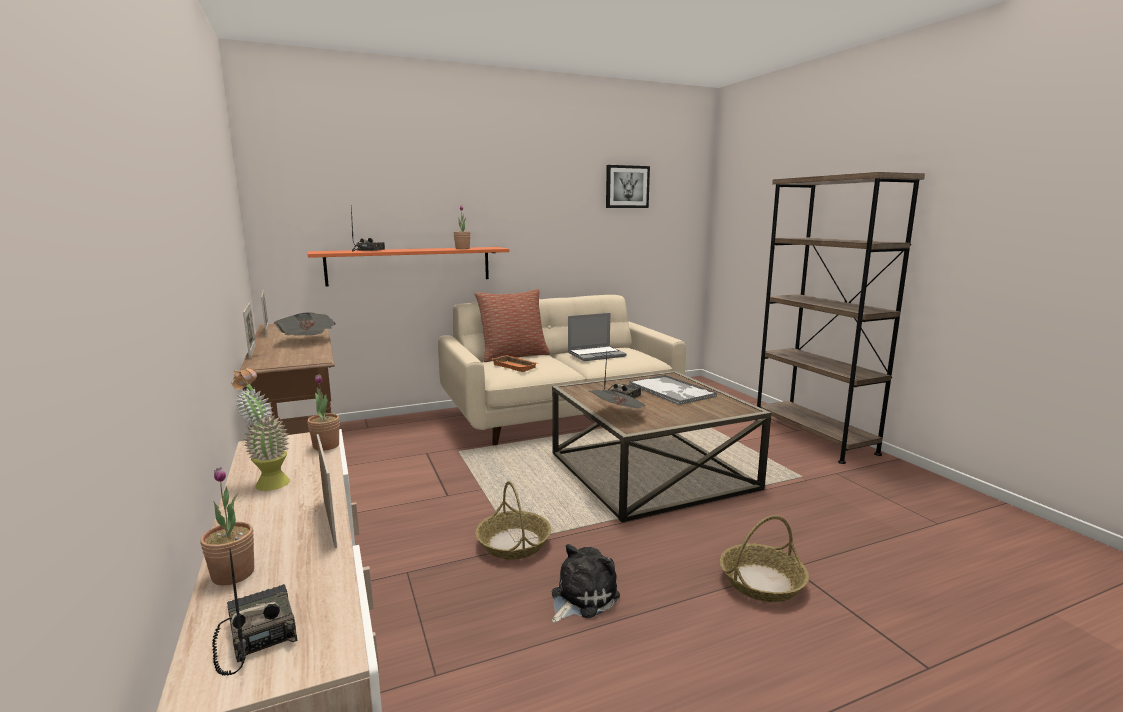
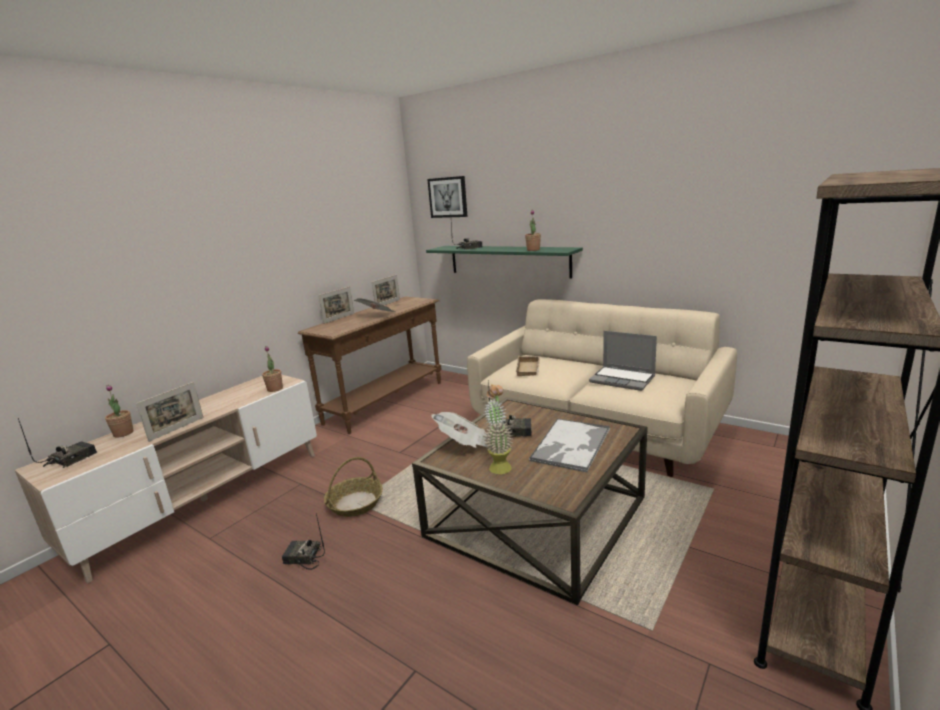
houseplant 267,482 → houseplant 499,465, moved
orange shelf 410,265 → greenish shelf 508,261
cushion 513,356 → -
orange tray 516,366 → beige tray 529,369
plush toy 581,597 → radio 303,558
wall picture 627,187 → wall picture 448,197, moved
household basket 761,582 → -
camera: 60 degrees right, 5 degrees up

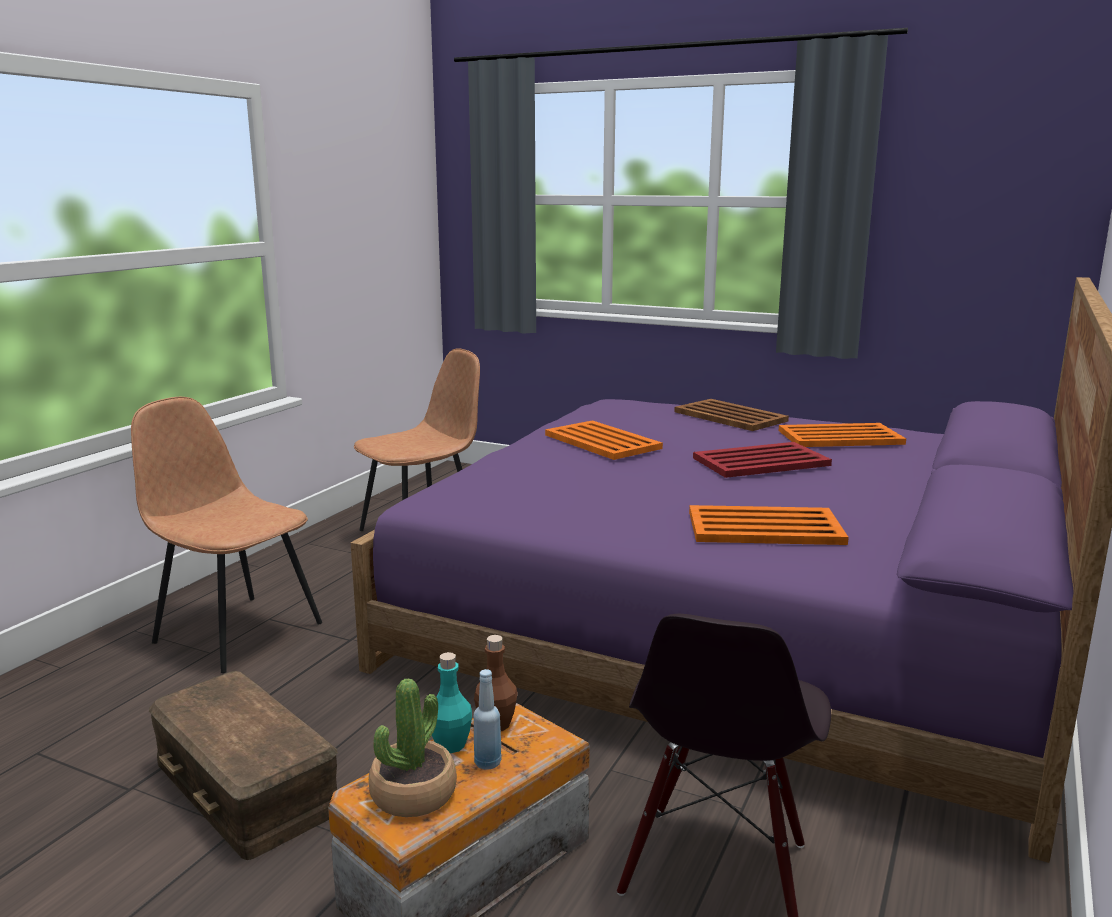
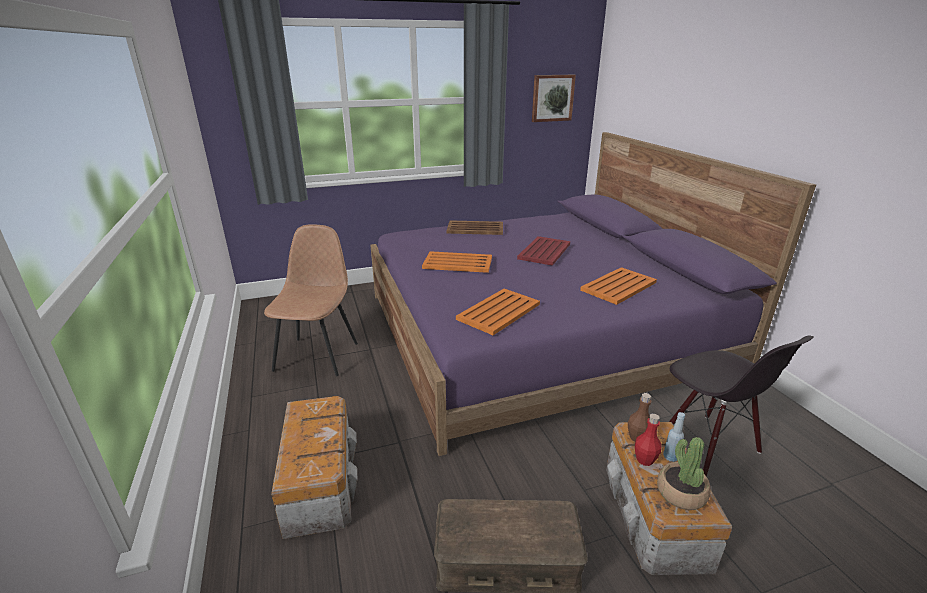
brownish chair 236,631 → storage bin 320,480
turquoise drink bottle 451,745 → red-coloured drink bottle 644,460
orange tray 841,437 → orange tray 499,311, moved
- → wall picture 552,98
camera: 45 degrees left, 10 degrees up

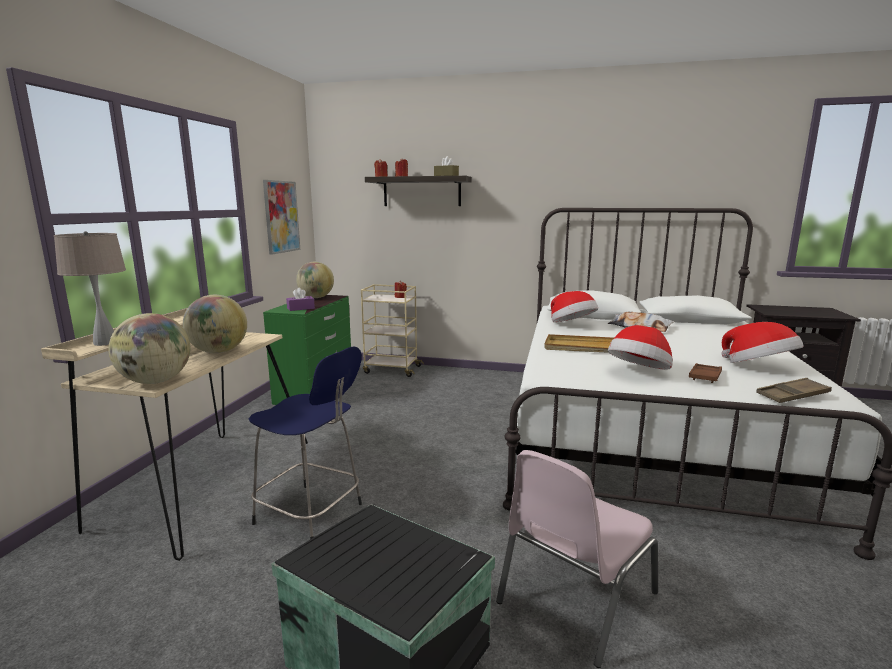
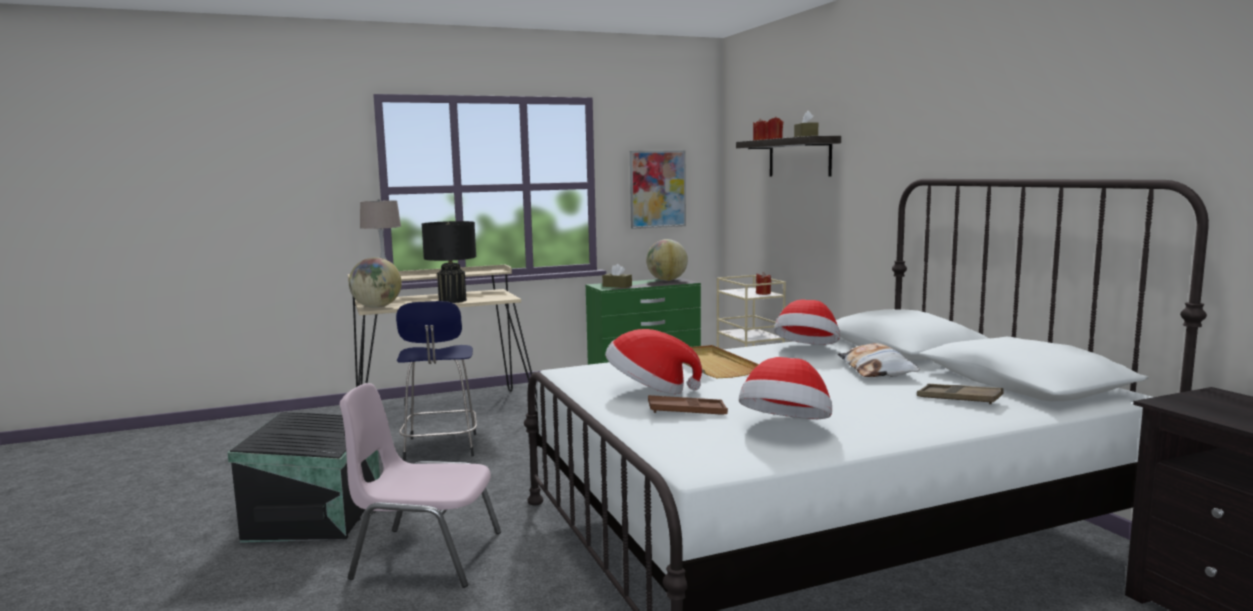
desk globe 218,352 → blackish lamp for a table 452,300
purple-coloured tissue holder 300,308 → brownish tissue holder 617,286
brownish tray 792,395 → brownish tray 959,399, moved
camera: 55 degrees right, 5 degrees down

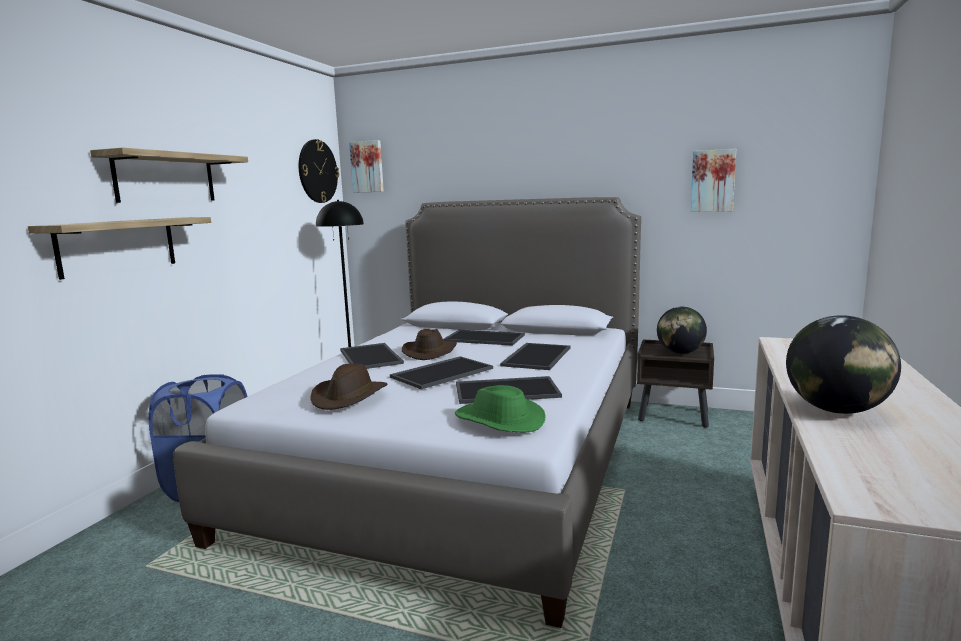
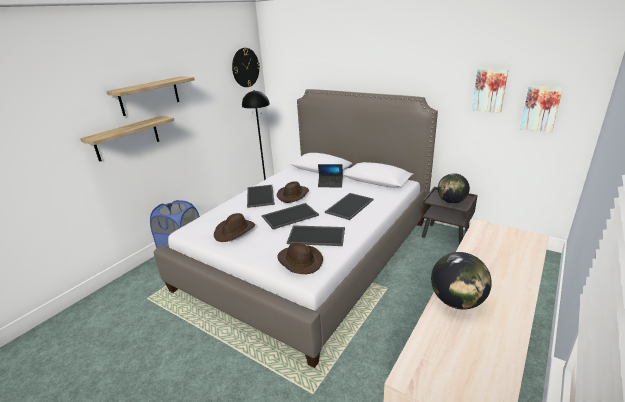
wall picture 367,167 → wall picture 540,108, moved
tray 485,338 → notebook computer 330,184
greenish hat 499,420 → brownish hat 299,261
camera: 15 degrees right, 15 degrees up

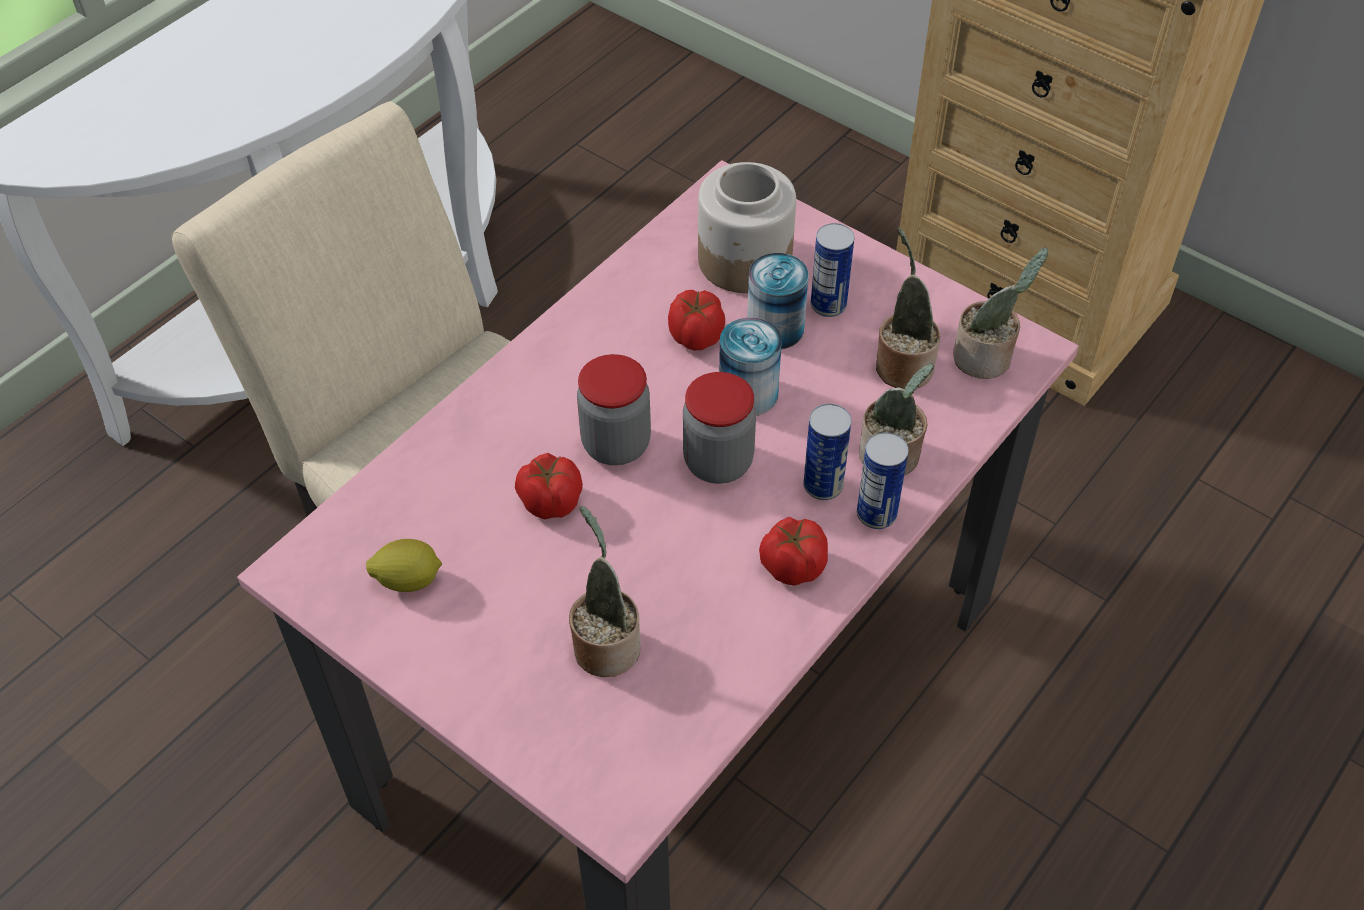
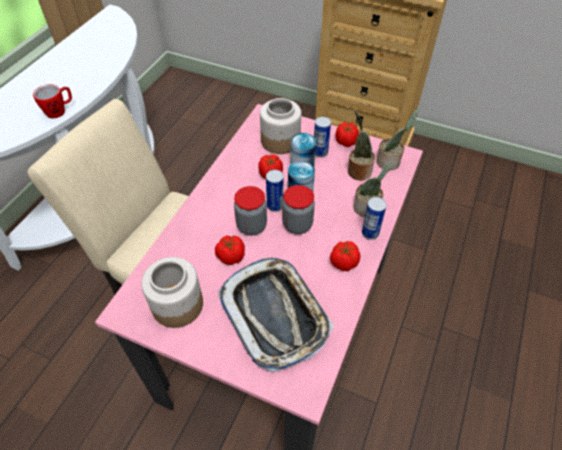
citrus fruit 408,580 → preserve jar 177,305
houseplant 605,644 → tray 275,315
can 823,486 → can 275,206, moved
- → mug 60,111
- → tomato 346,142
camera: 15 degrees left, 0 degrees up

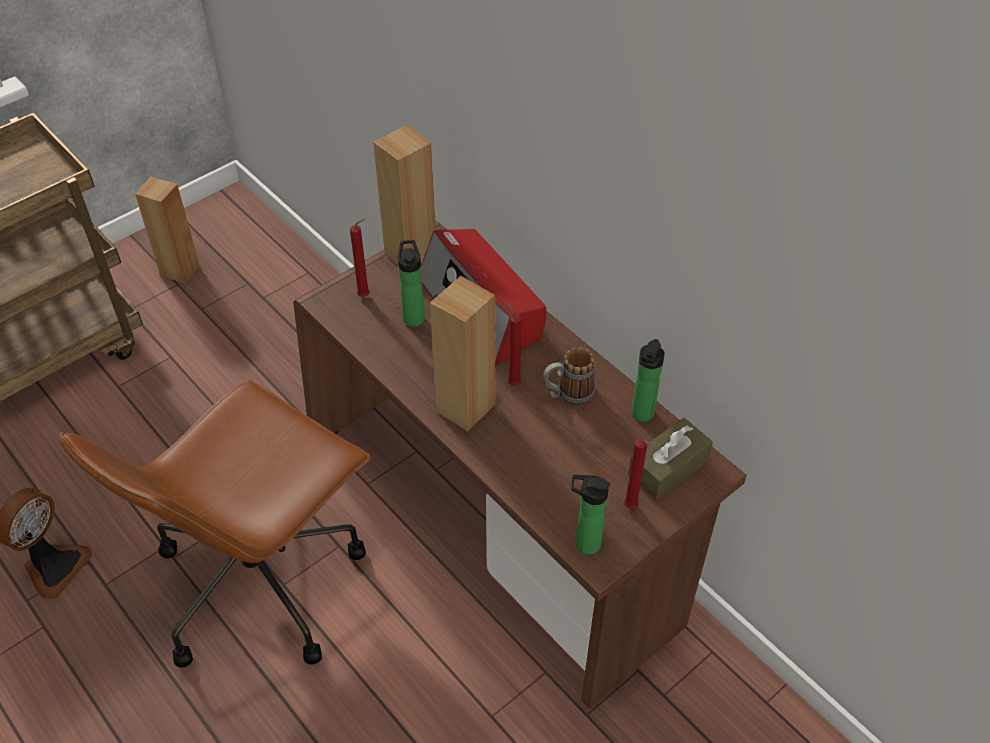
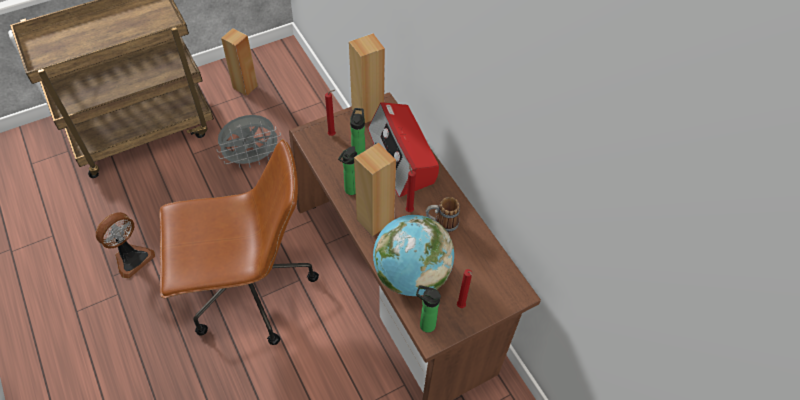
brownish computer chair 261,579 → brownish computer chair 248,291, 150 degrees counterclockwise
brownish tissue holder 668,468 → -
drink bottle 641,416 → drink bottle 350,191, moved
- → grey cooling fan 253,159
- → desk globe 411,275
camera: 10 degrees right, 5 degrees up

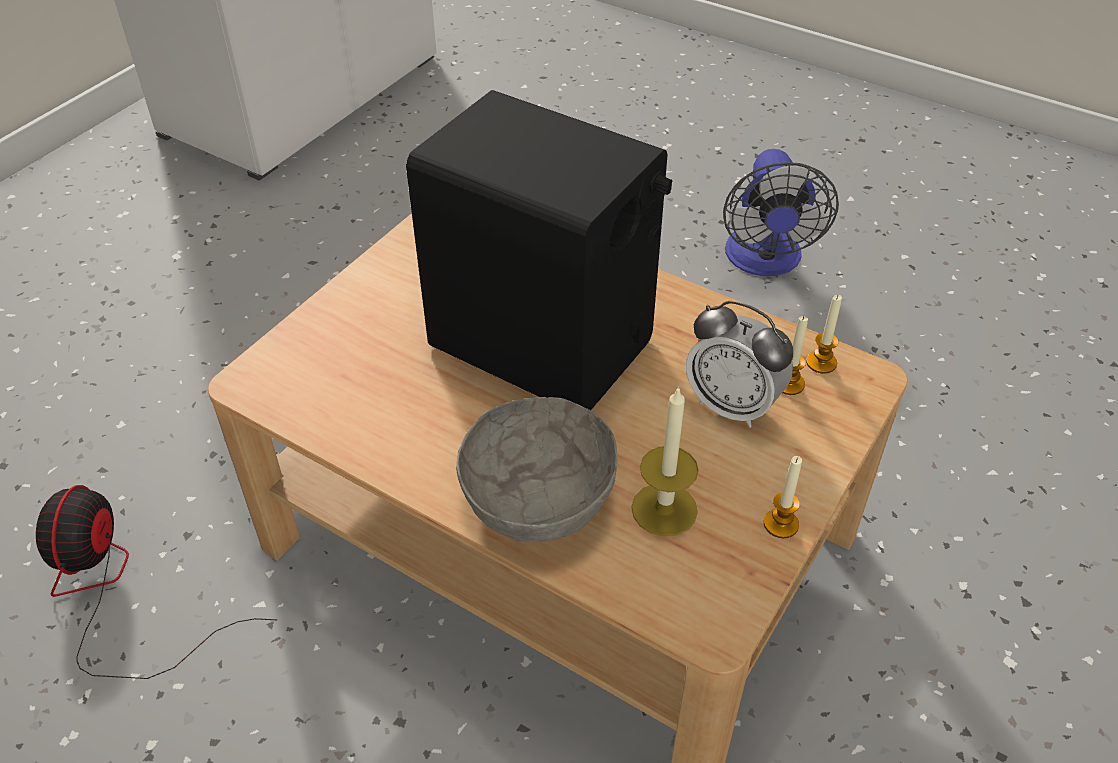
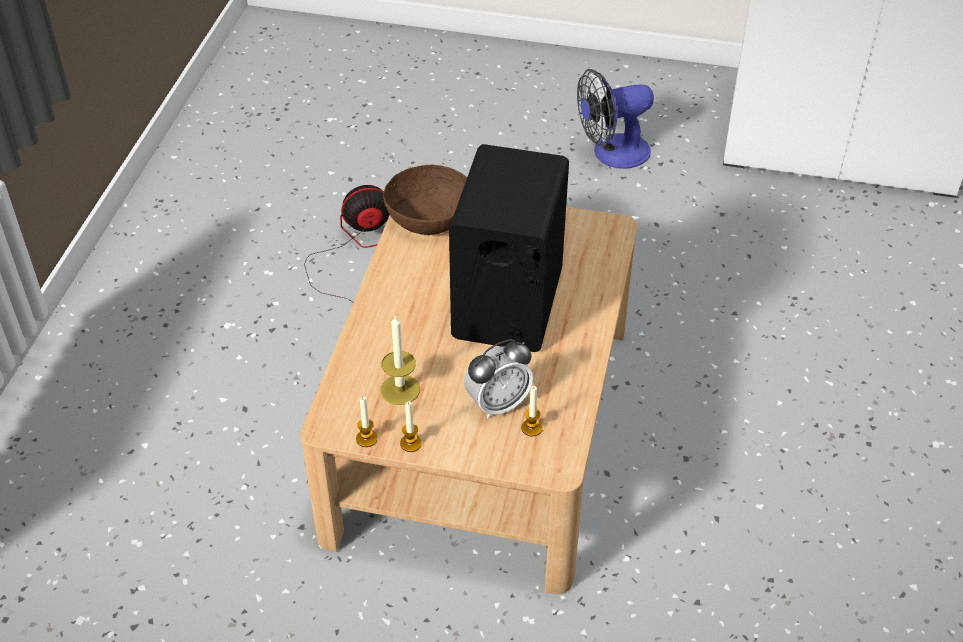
grey deep dish 538,497 → -
table clock 732,405 → table clock 498,404, 135 degrees counterclockwise
cooling fan 764,261 → cooling fan 611,153, moved
candle 821,363 → candle 366,439, moved
- → brownish deep dish 429,218
camera: 70 degrees right, 0 degrees up

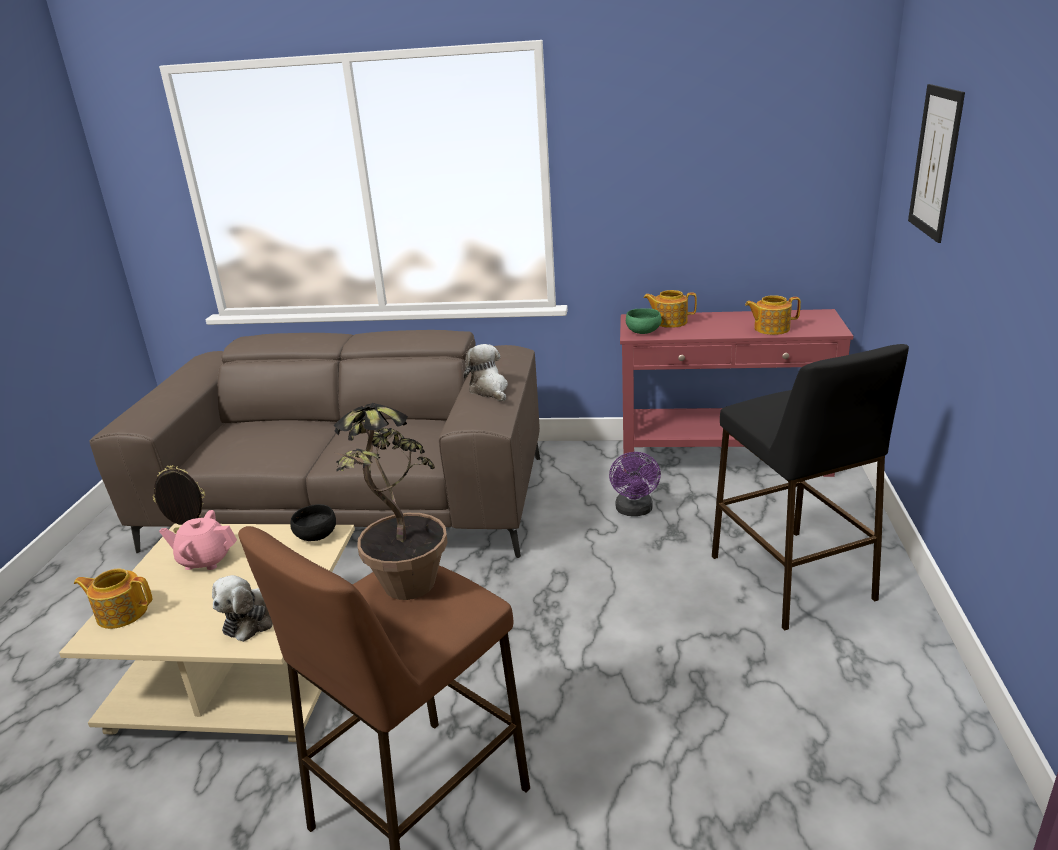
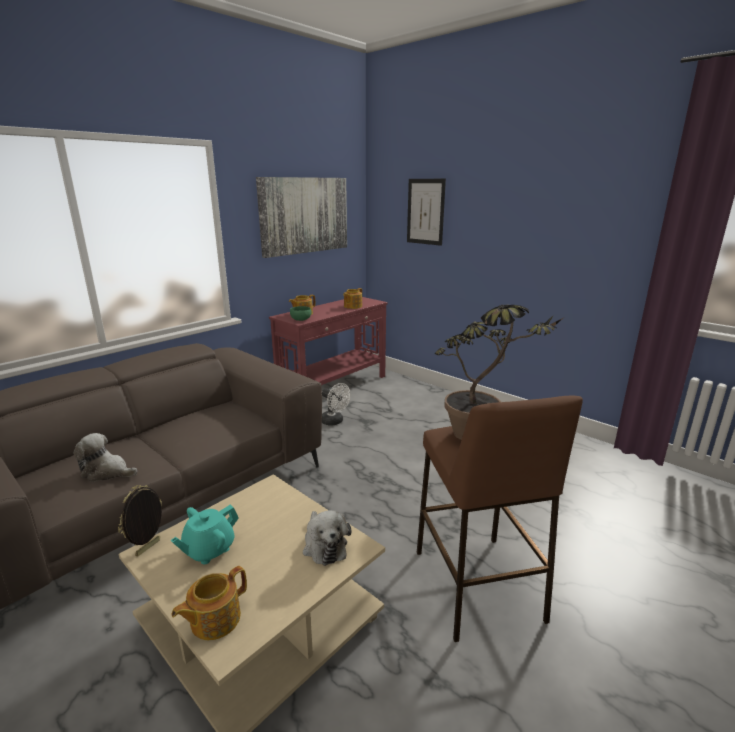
pink-coloured teapot 205,560 → turquoise teapot 209,550
blackish deep dish 315,536 → -
plush toy 489,390 → plush toy 107,472, moved
purple-coloured cooling fan 634,511 → whitish cooling fan 334,422
blackish stool 791,578 → -
- → wall picture 304,215
camera: 55 degrees left, 5 degrees down

